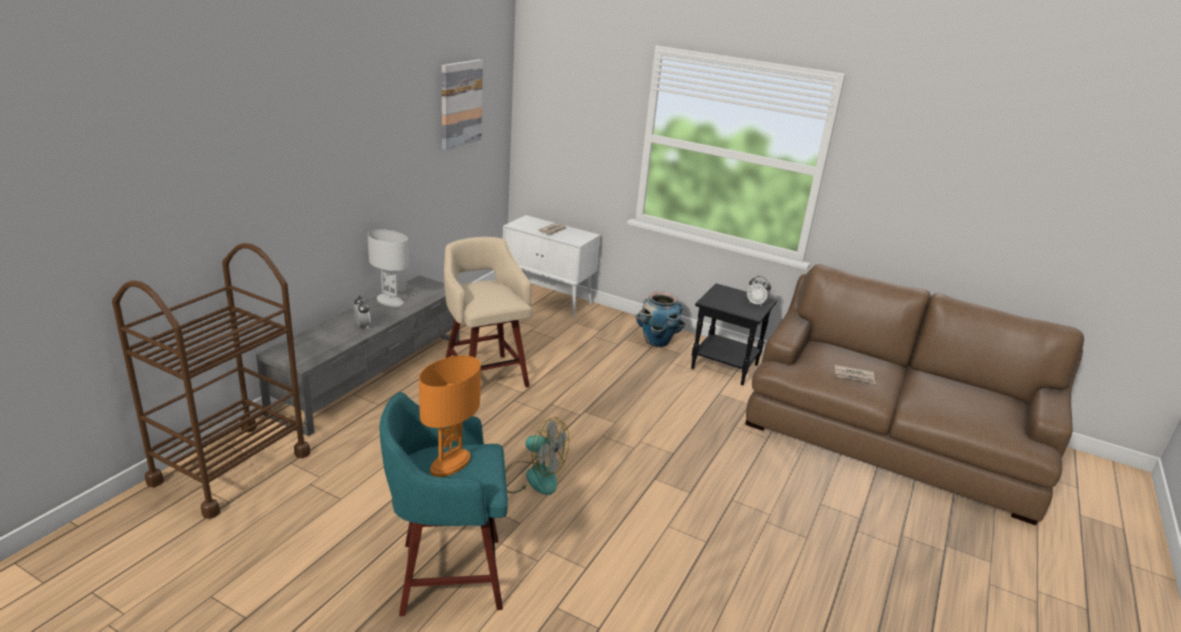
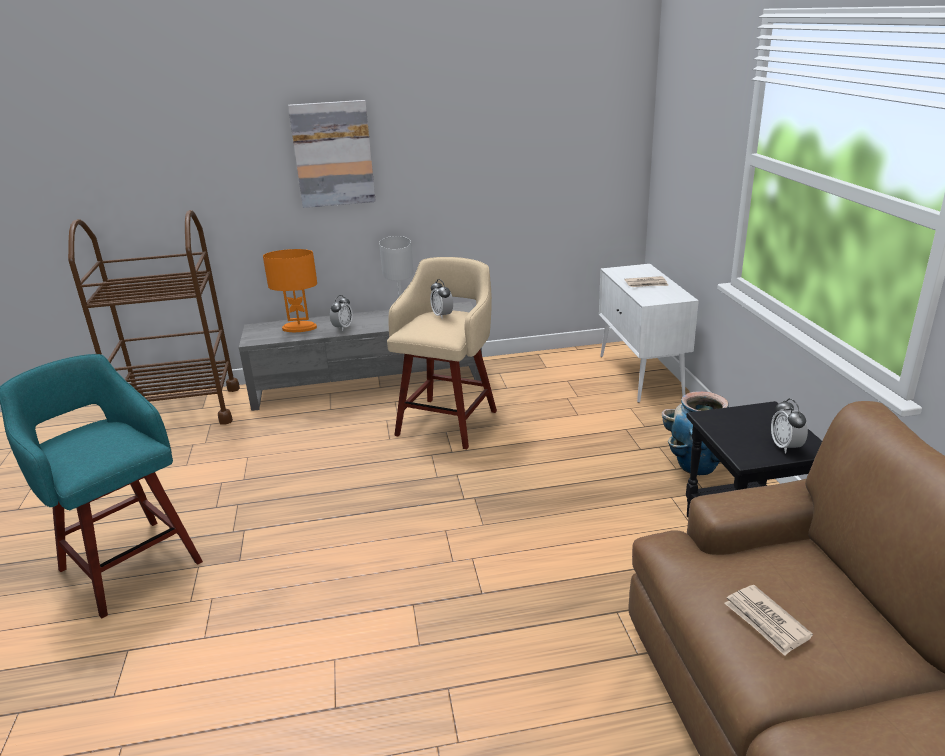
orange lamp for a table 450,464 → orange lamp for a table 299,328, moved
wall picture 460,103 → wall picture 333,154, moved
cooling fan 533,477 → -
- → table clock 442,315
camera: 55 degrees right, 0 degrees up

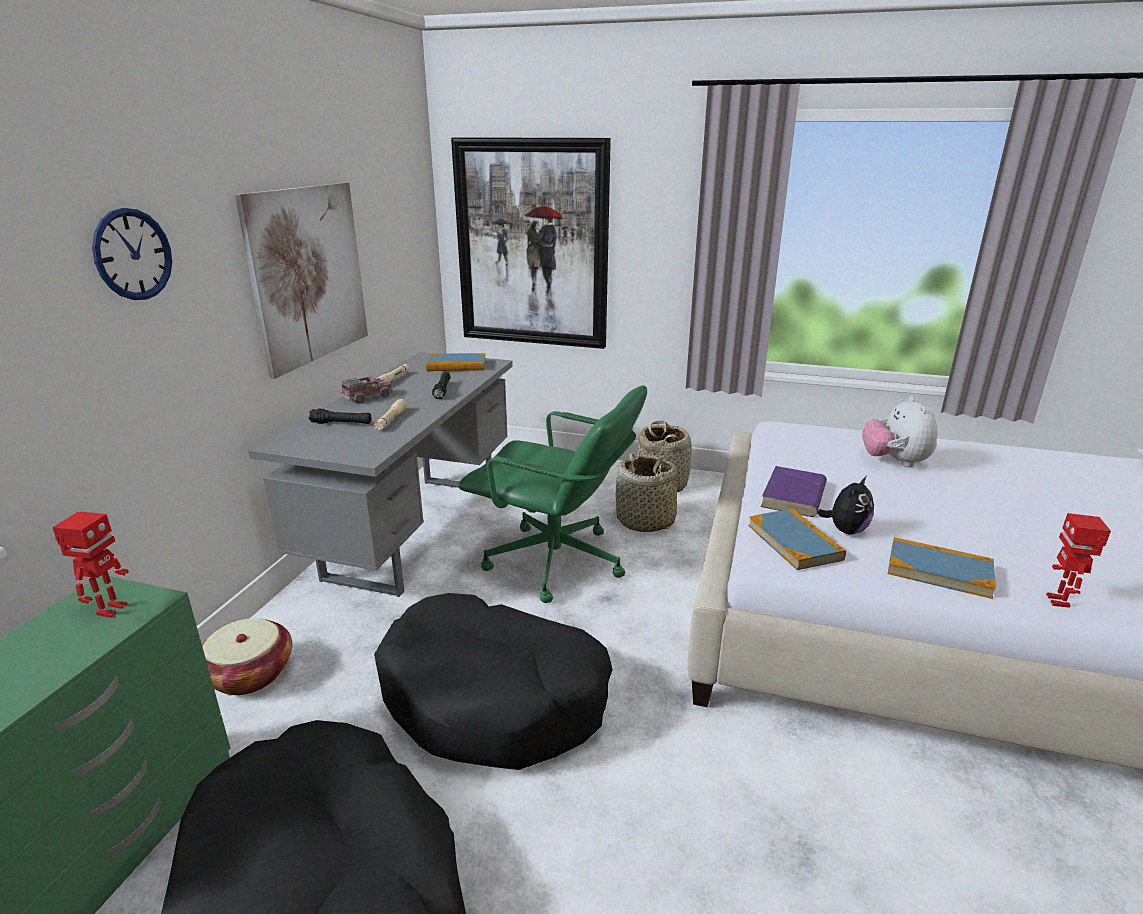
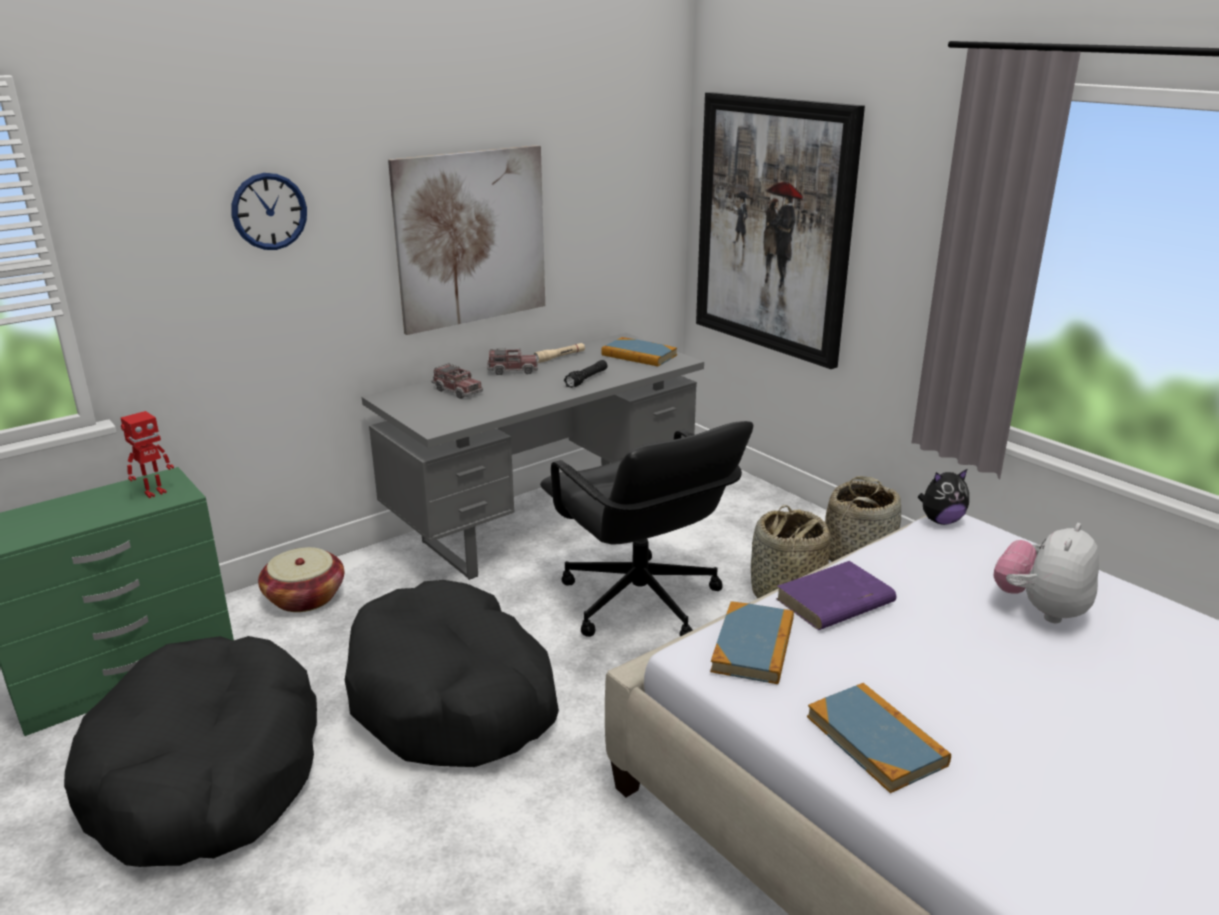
blackish torch 341,423 → model truck 457,391
beige torch 391,420 → -
greenish computer chair 556,563 → blackish computer chair 640,602
plush toy 845,530 → plush toy 940,521, moved
toy robot 1059,601 → -
camera: 35 degrees right, 0 degrees up

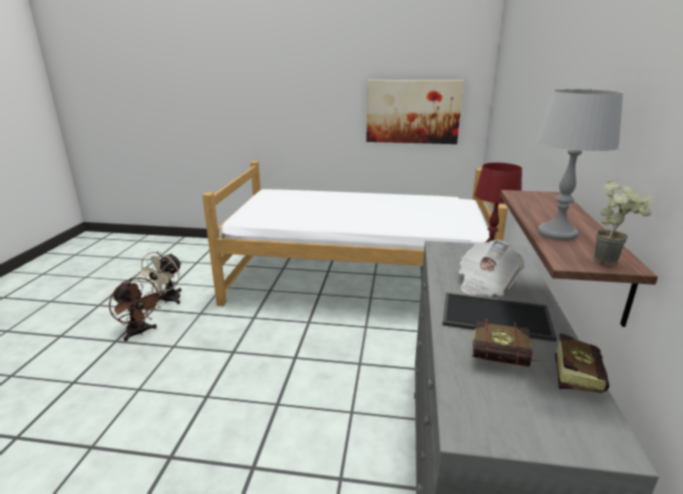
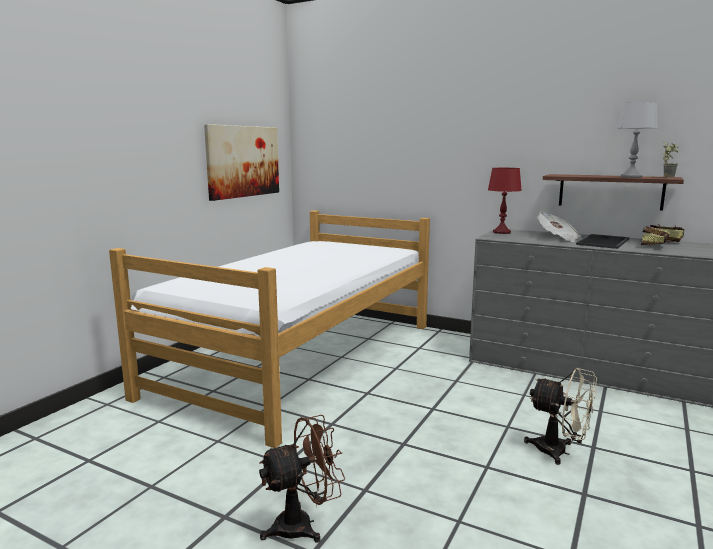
beige cooling fan 168,300 → beige cooling fan 559,452, moved
camera: 70 degrees left, 10 degrees down

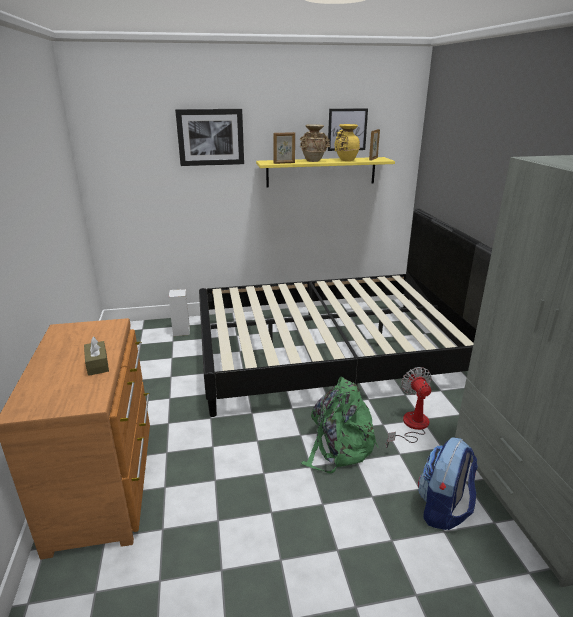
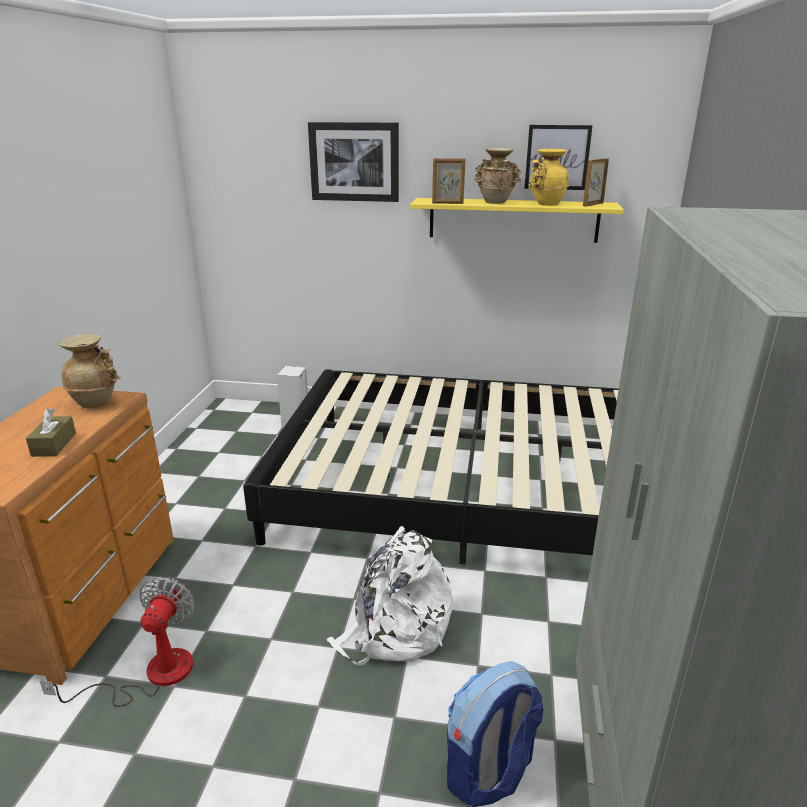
greenish knapsack 338,446 → whitish knapsack 395,629
cooling fan 411,426 → cooling fan 152,675, moved
- → beige flower vase 96,402
camera: 20 degrees right, 0 degrees up

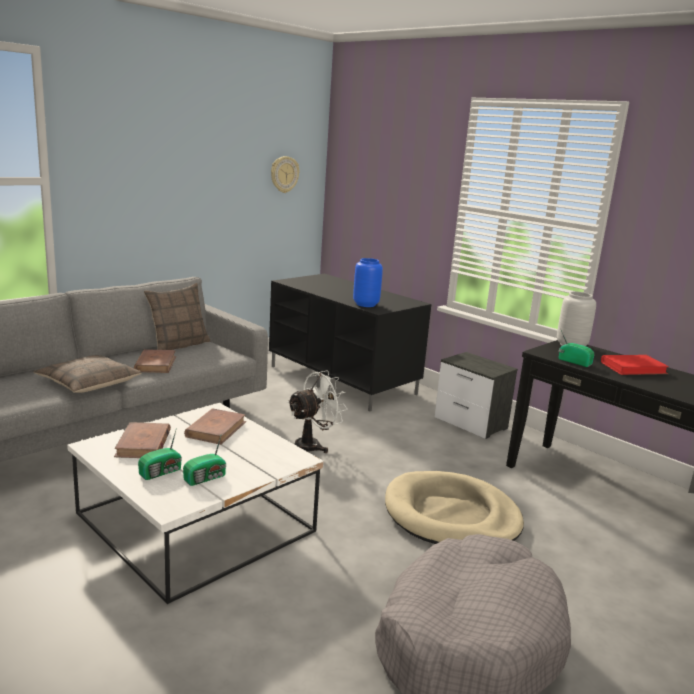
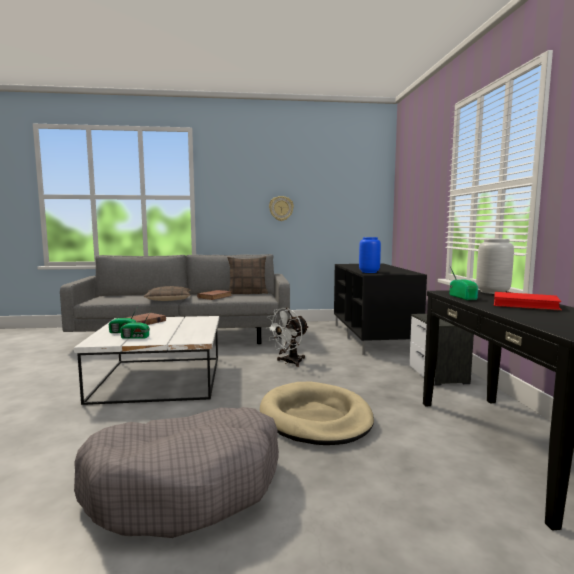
brownish book 216,429 → -
wall clock 284,174 → wall clock 281,208, moved
whitish cooling fan 312,445 → whitish cooling fan 289,362, 135 degrees clockwise
camera: 40 degrees right, 10 degrees down

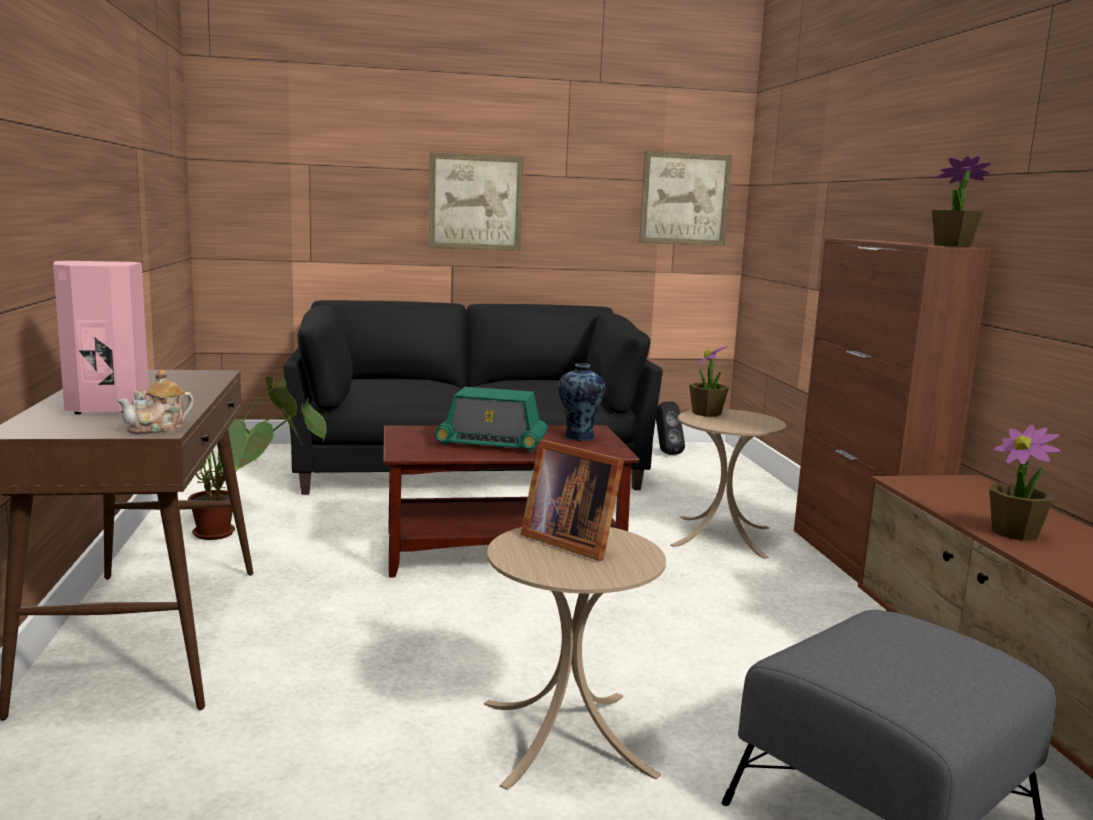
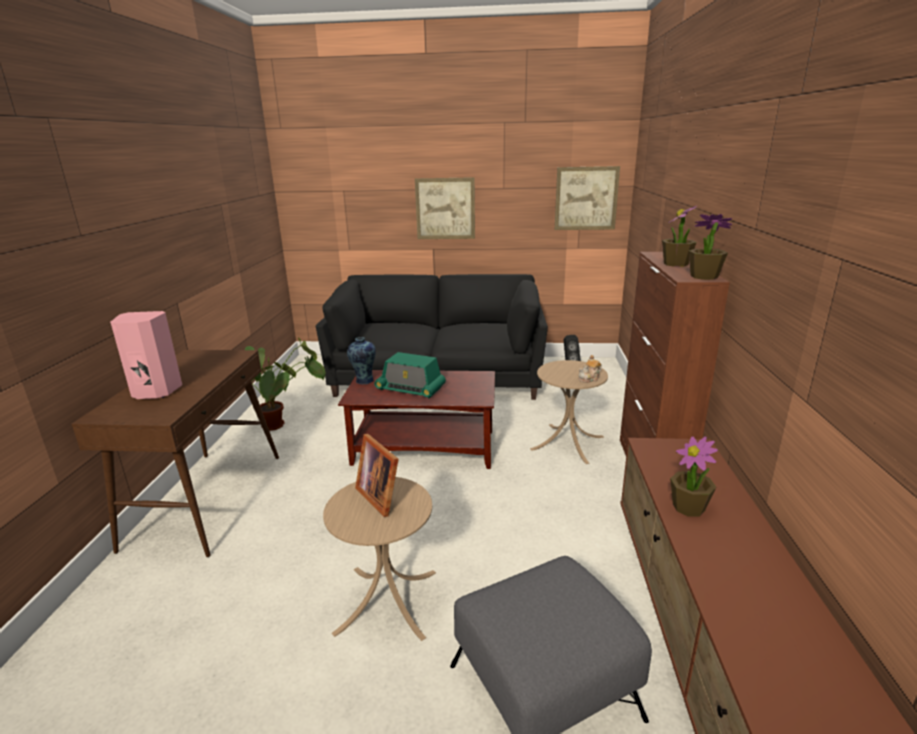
teapot 158,429 → teapot 589,379, moved
flower vase 578,437 → flower vase 364,381, moved
houseplant 706,413 → houseplant 676,264, moved
camera: 15 degrees right, 10 degrees up

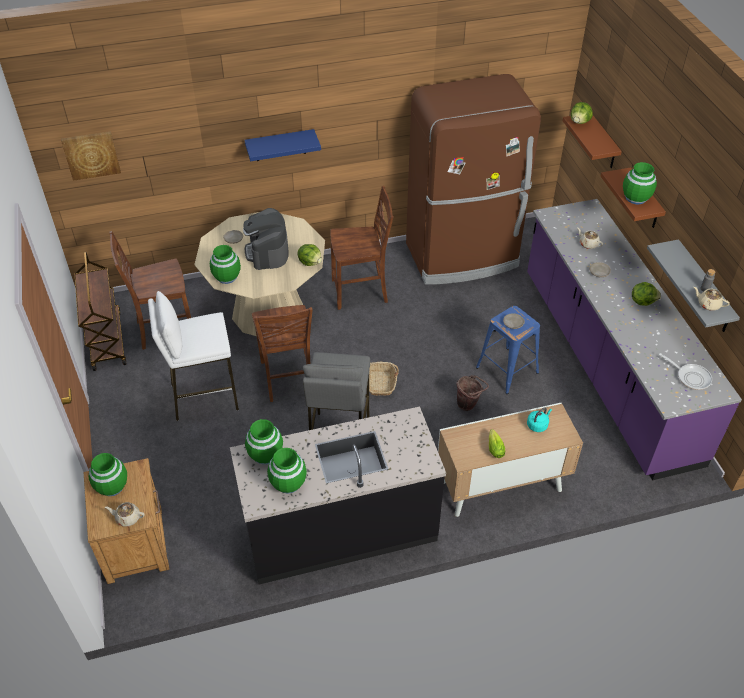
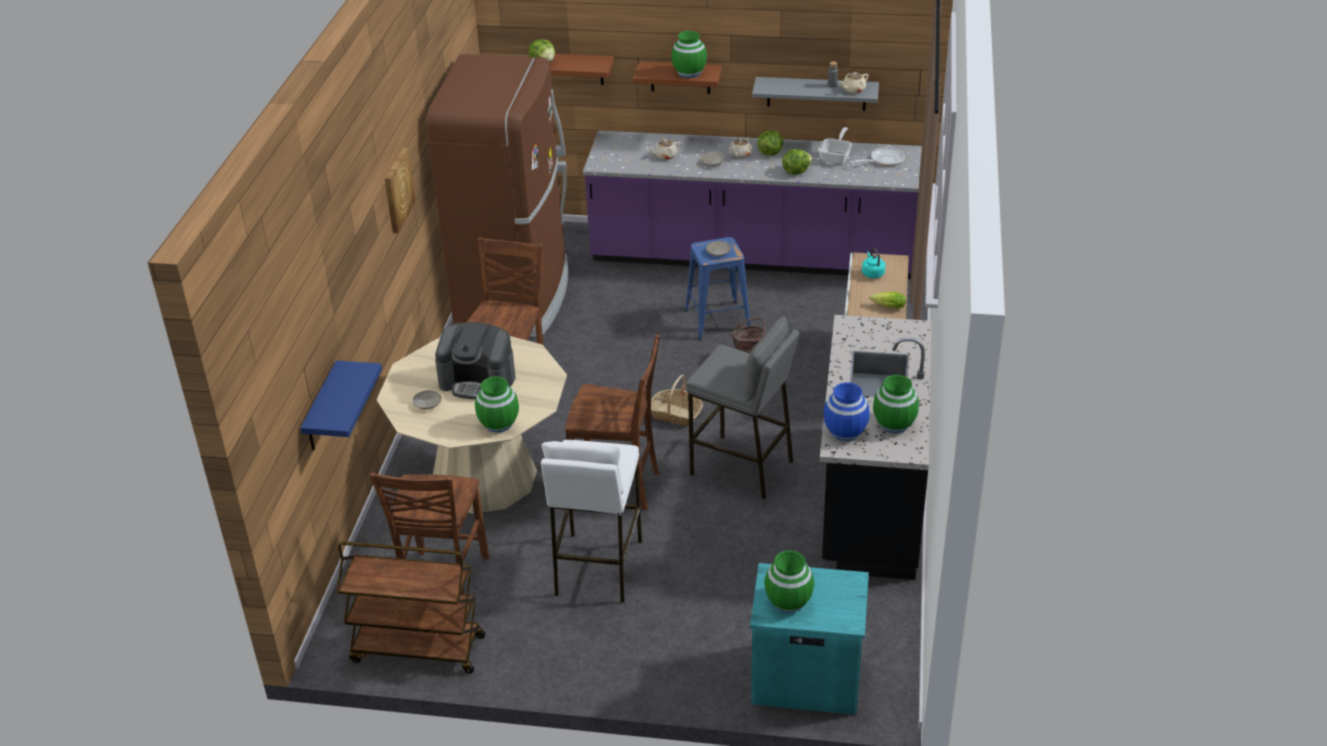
wall picture 91,155 → wall picture 397,190, moved
brownish bedside table 136,542 → turquoise bedside table 805,677
beige teapot 127,518 → beige teapot 740,155, moved
blue shelf 280,145 → blue shelf 321,409, moved
greenish flower vase 265,454 → blue flower vase 845,432
lettuce head 310,262 → lettuce head 796,171, moved
- → pan 836,156
camera: 65 degrees left, 10 degrees down

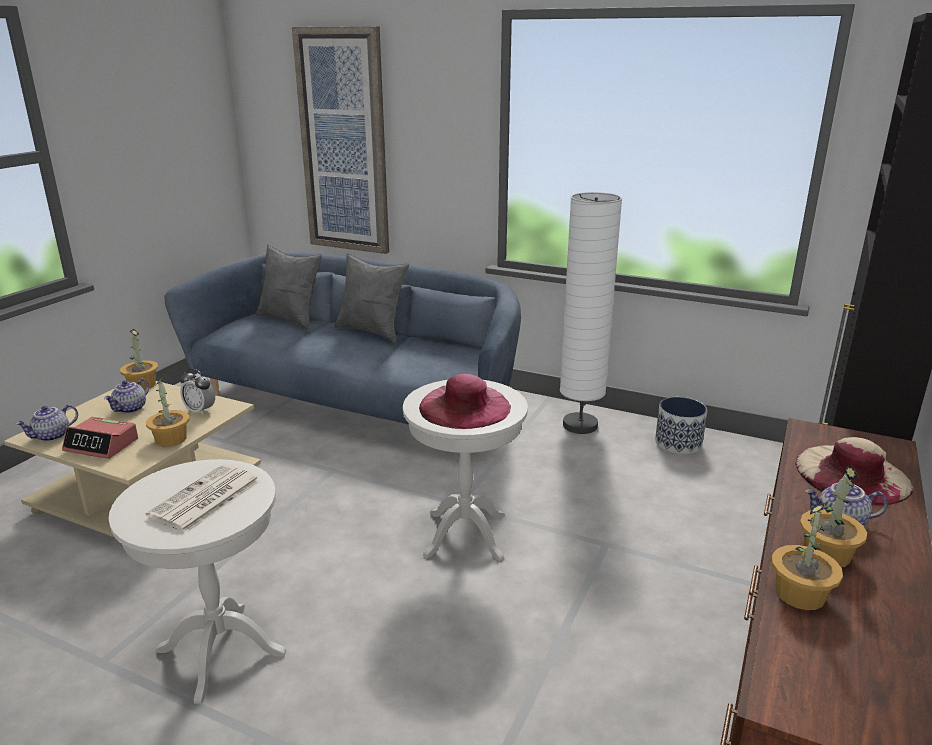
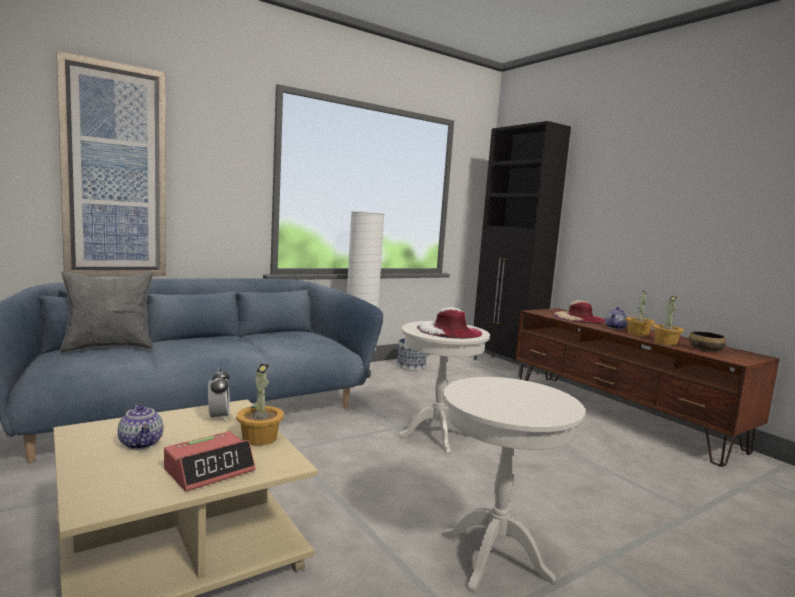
teapot 52,436 → -
houseplant 142,385 → -
printed paper 205,499 → -
table clock 200,411 → table clock 218,417, 75 degrees counterclockwise
grey cushion 372,331 → -
pink-coloured hat 464,406 → whitish hat 449,330
- → deep dish 705,350
camera: 60 degrees left, 15 degrees down

